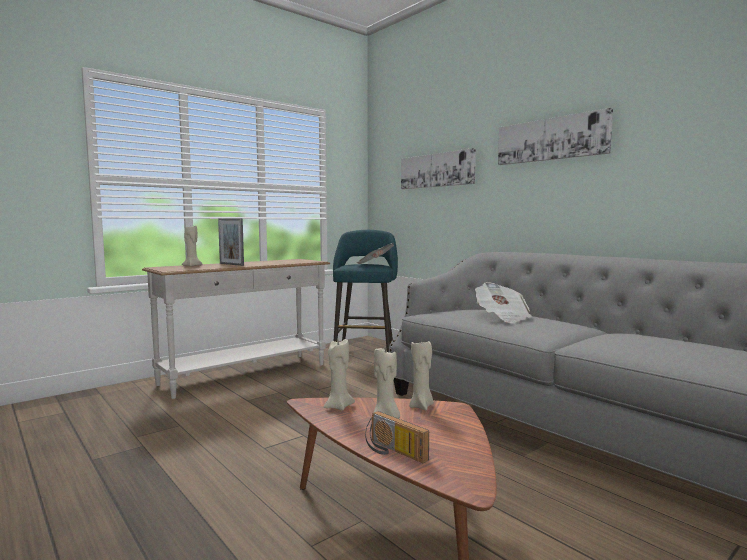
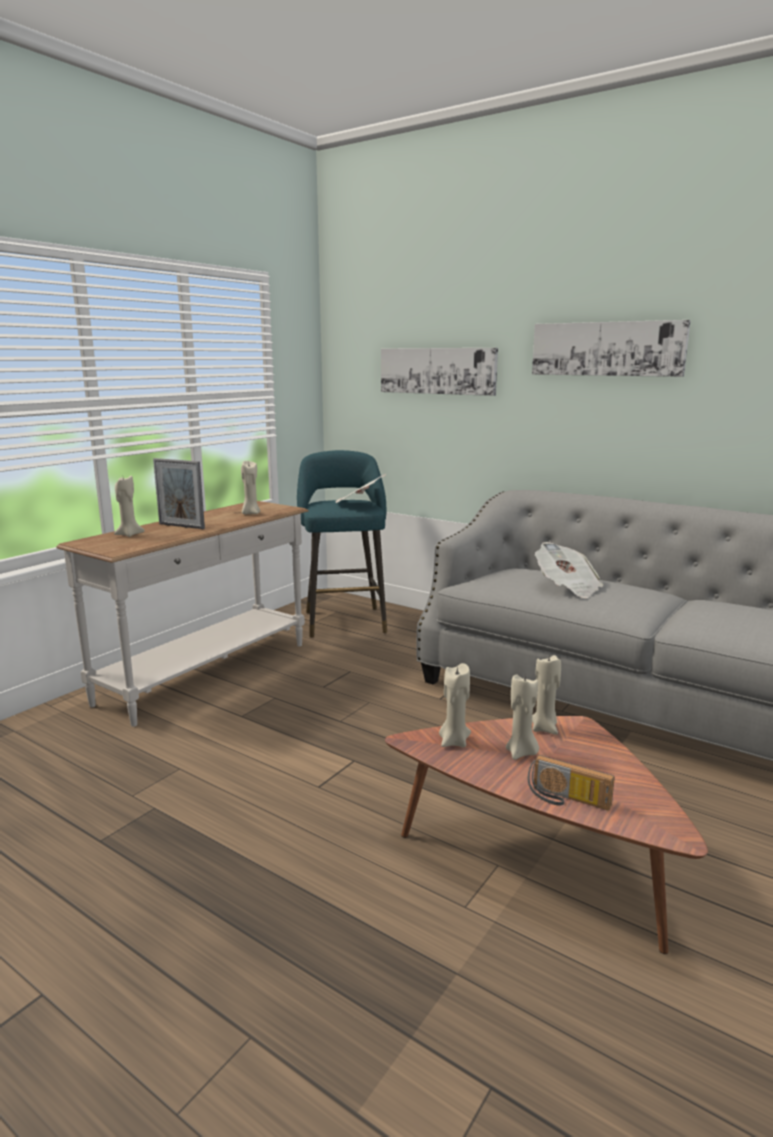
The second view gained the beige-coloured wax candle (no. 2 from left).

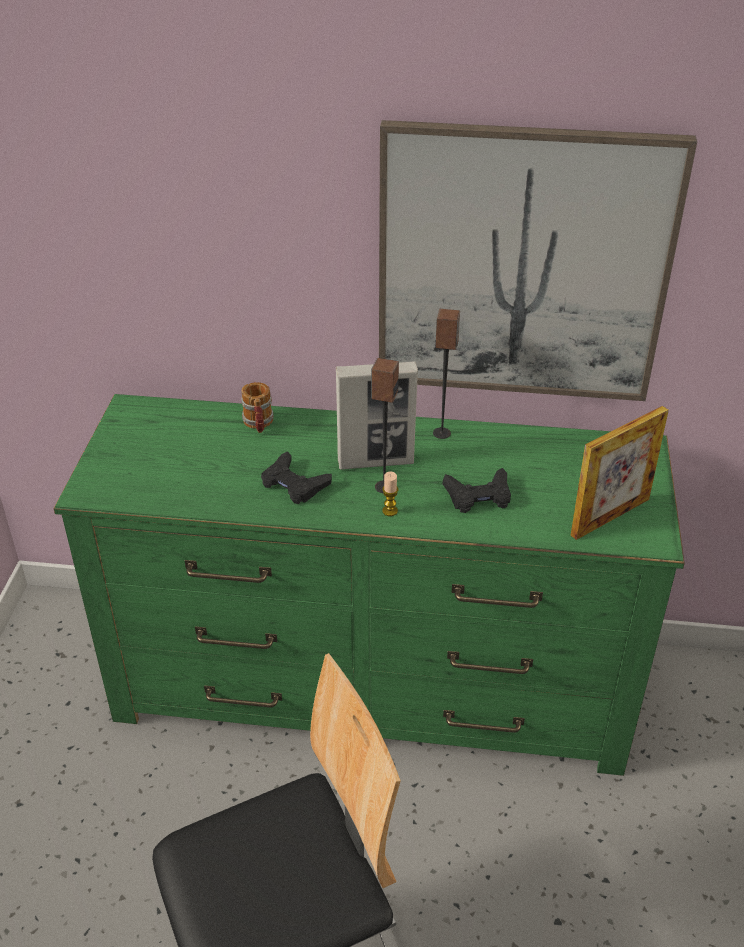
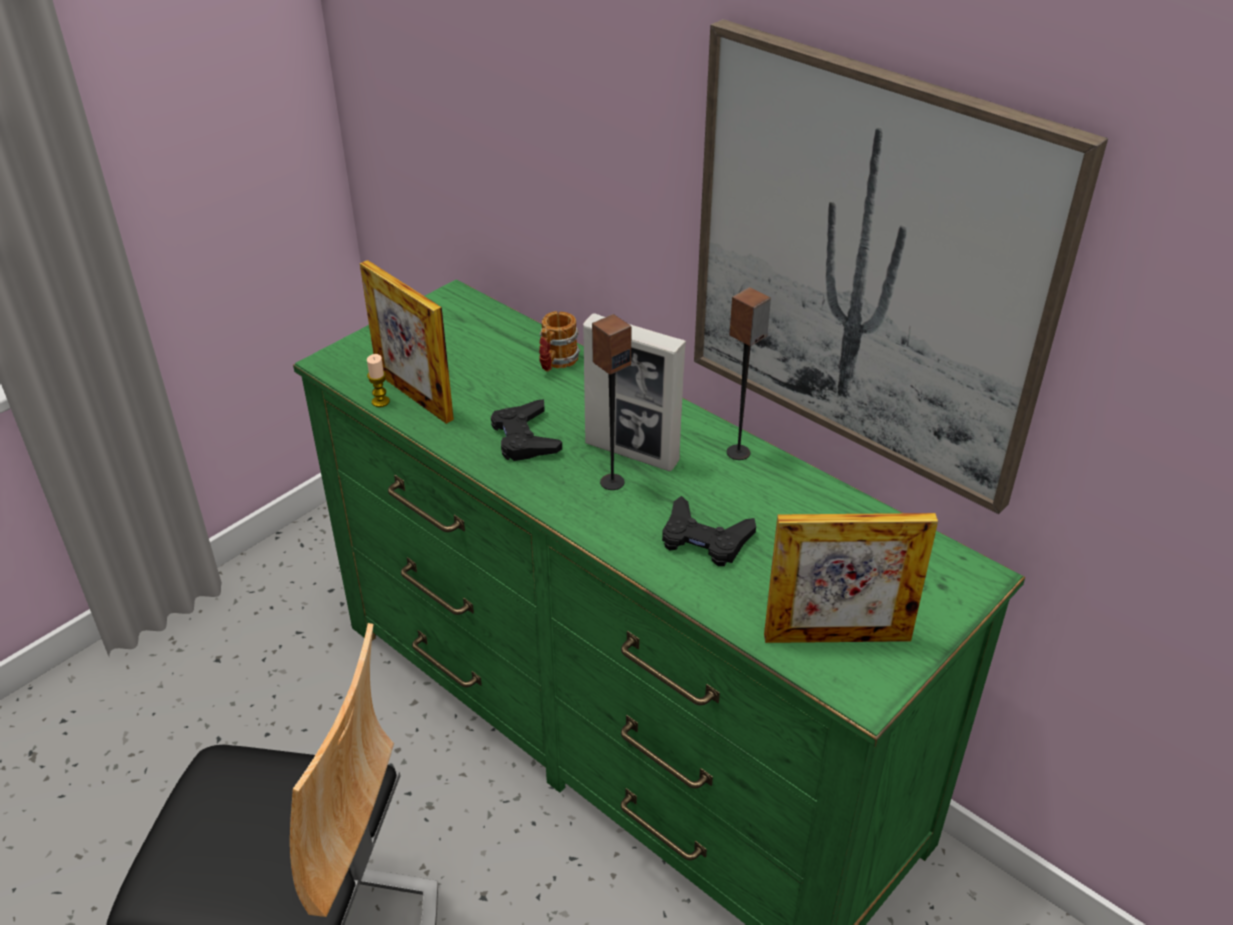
The second view gained the photo frame (no. 1 from left).
The wax candle ended up elsewhere.

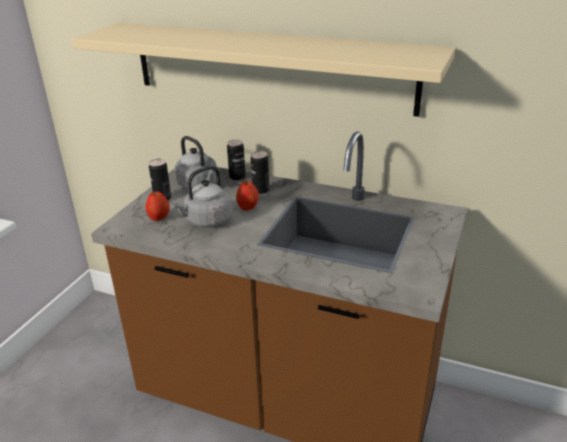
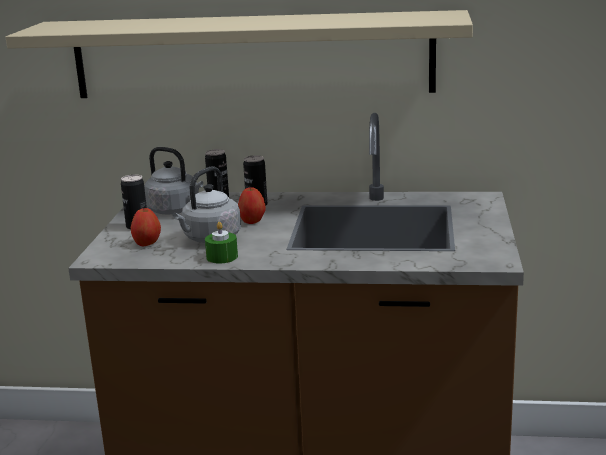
The second view gained the green-coloured wax candle.

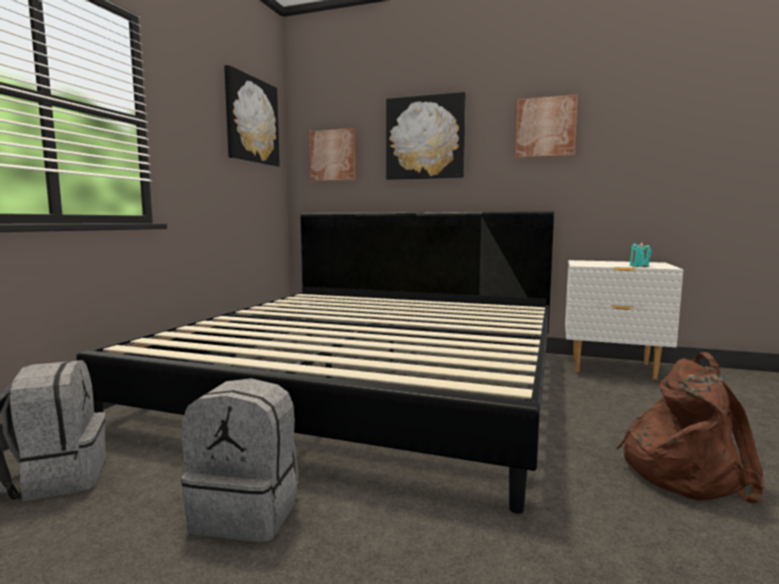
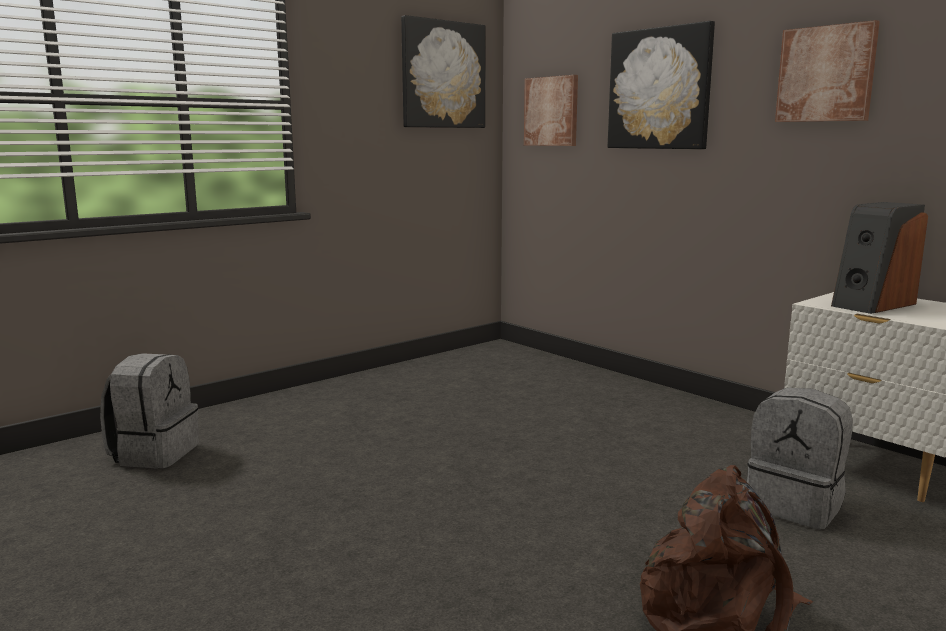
The second view lost the bed.
The second view lost the turquoise-coloured wax candle.
The second view gained the speaker.
The gray backpack (no. 2 from left) ended up elsewhere.

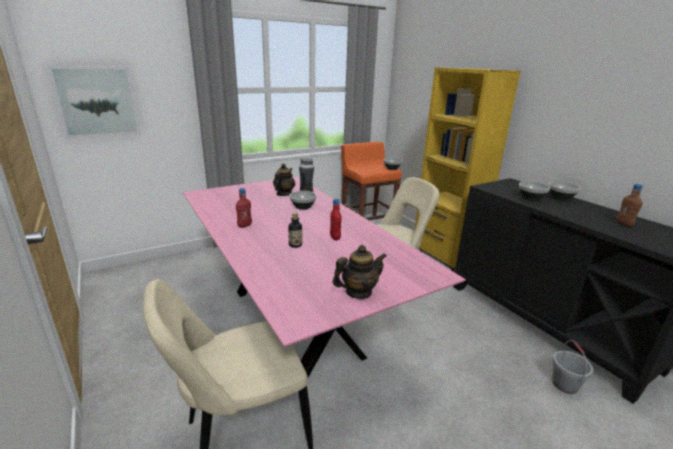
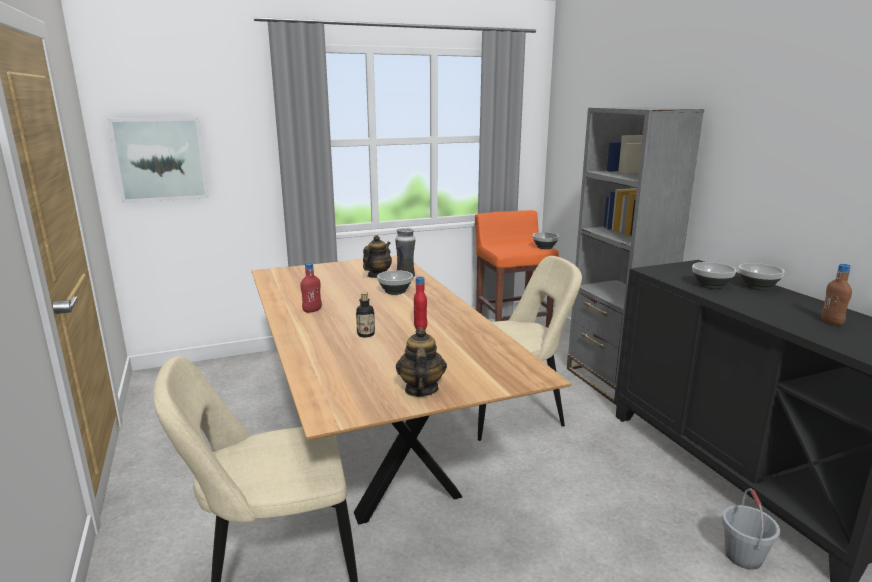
What was the pinkish dining table turned into the brownish dining table.
What was the yellow bookcase turned into the gray bookcase.
The teapot (no. 2 from left) ended up facing another way, 75 degrees counterclockwise from before.

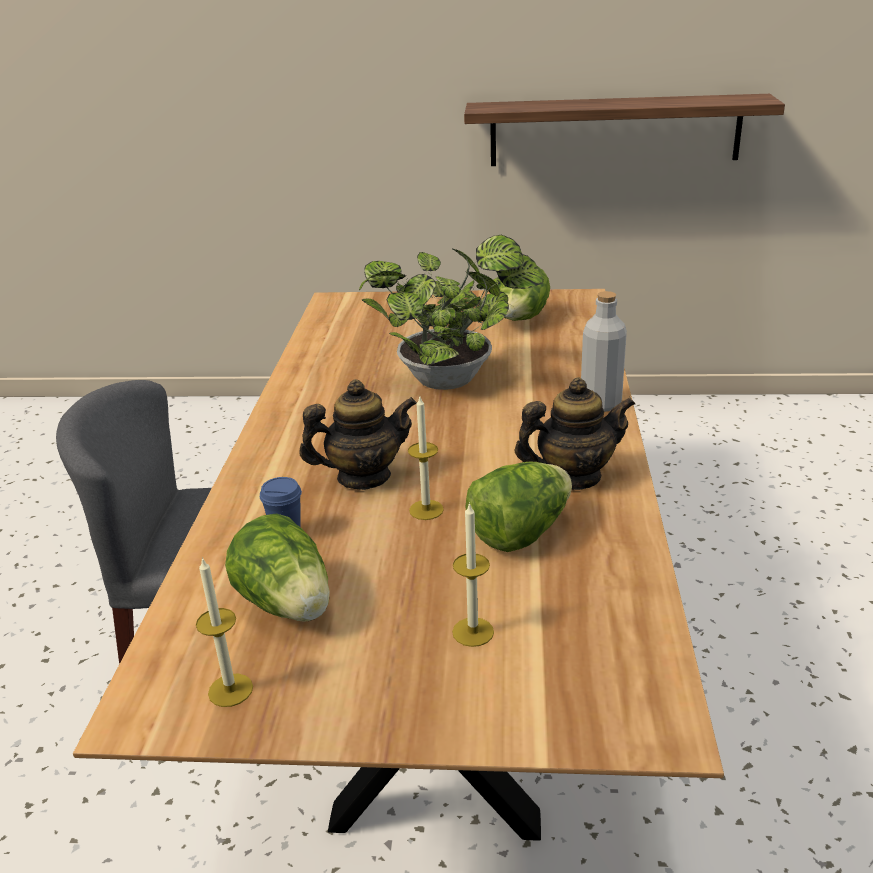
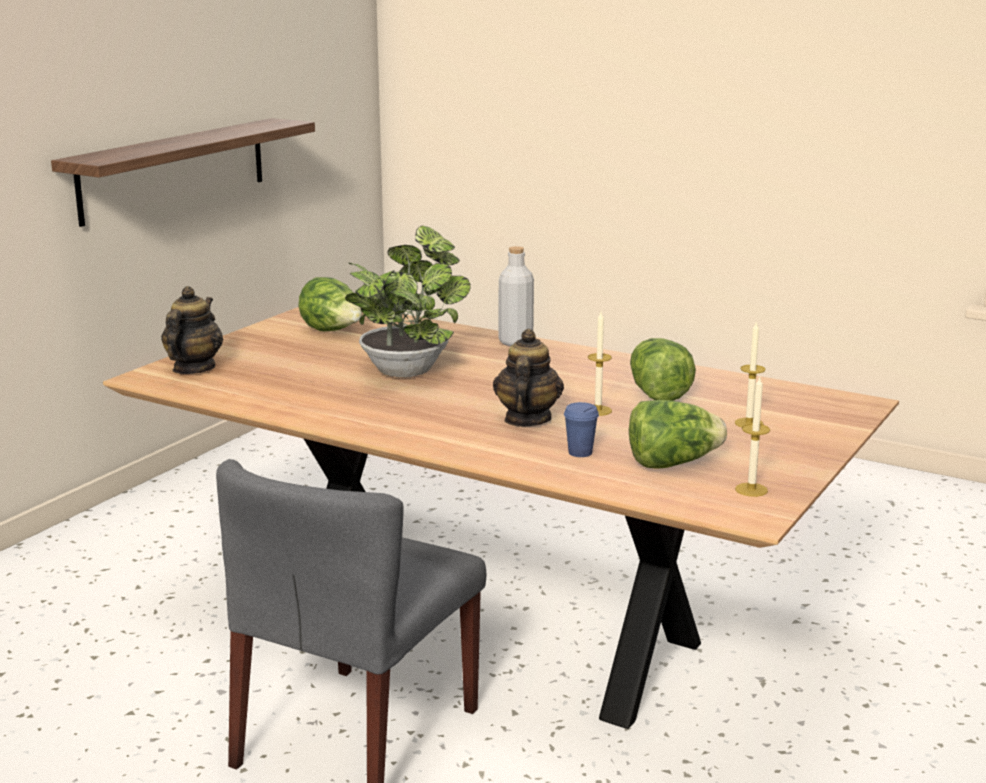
The teapot (no. 2 from left in the first image) ended up elsewhere.

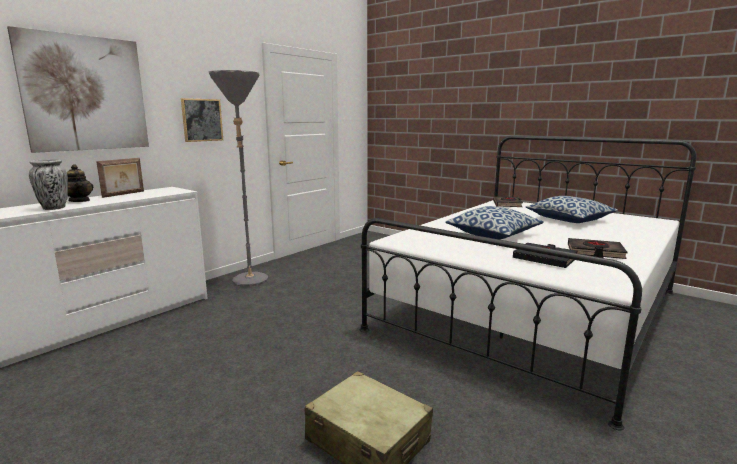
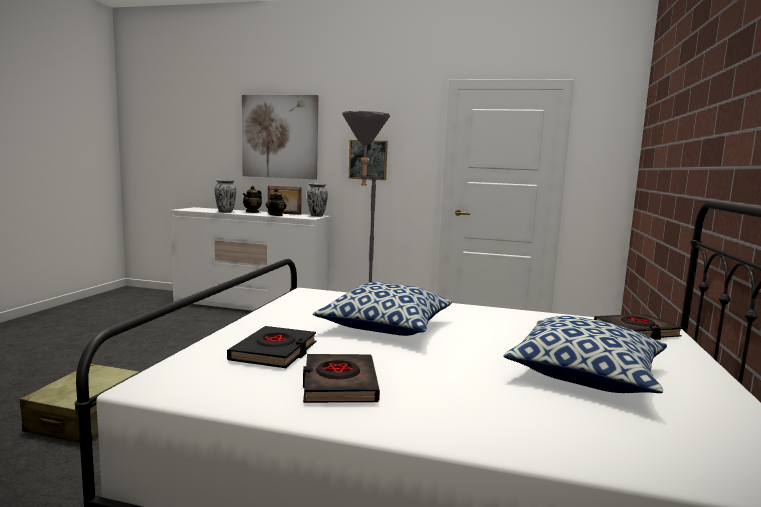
The second view gained the teapot (no. 2 from left).
The second view gained the flower vase (no. 2 from left).

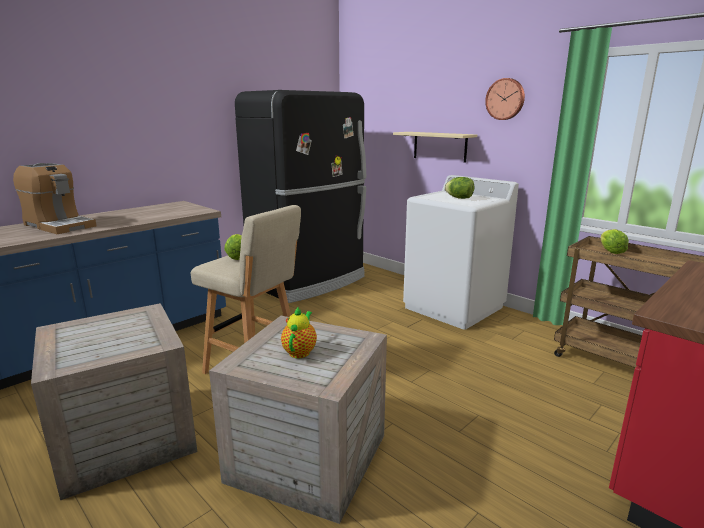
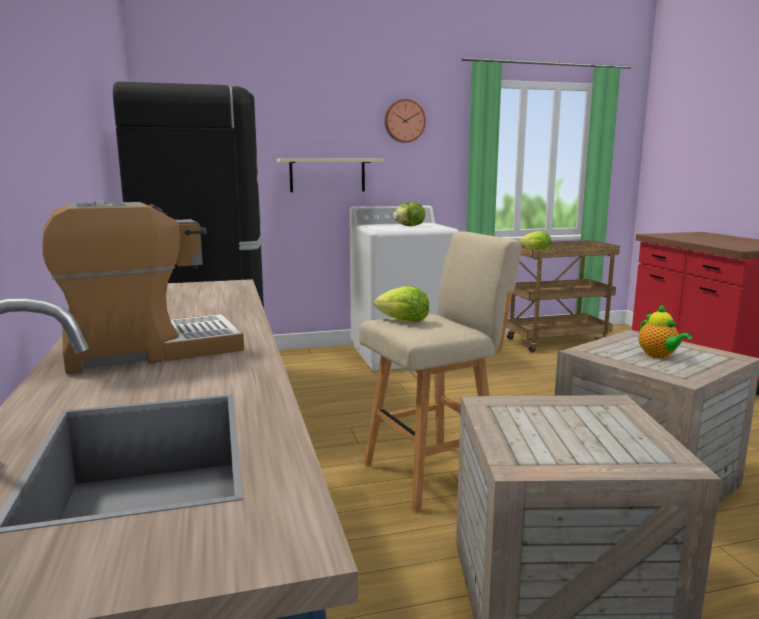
The teapot ended up facing another way, 150 degrees counterclockwise from before.

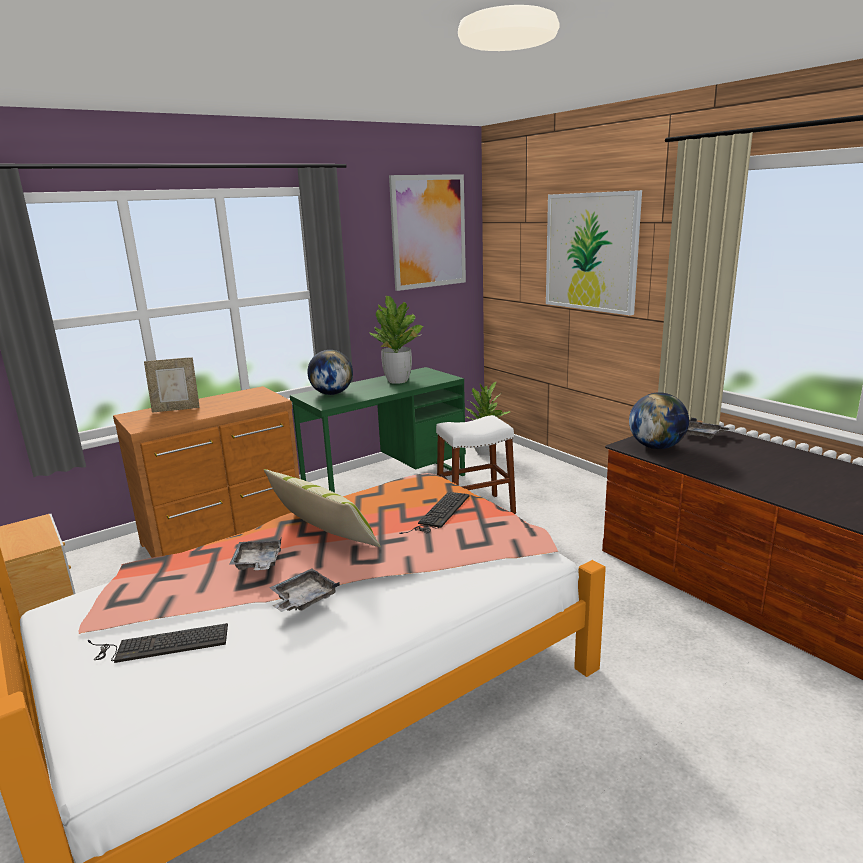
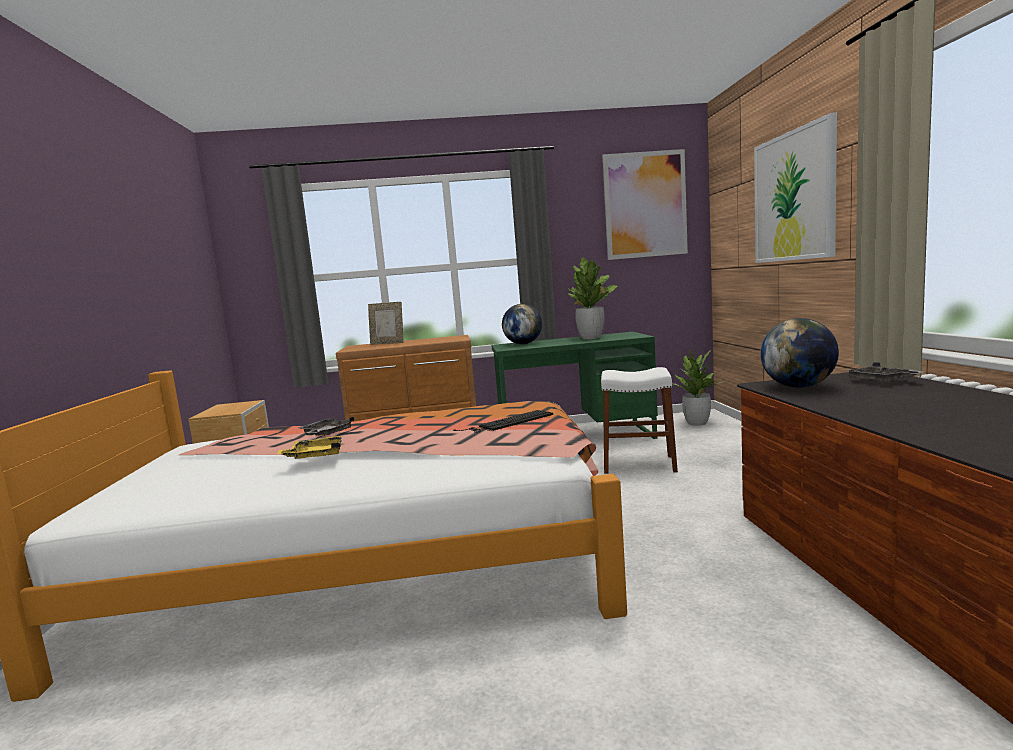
The second view lost the PC keyboard (no. 1 from left).
The second view lost the pillow.
What was the gray tray (no. 2 from left) turned into the yellow tray.

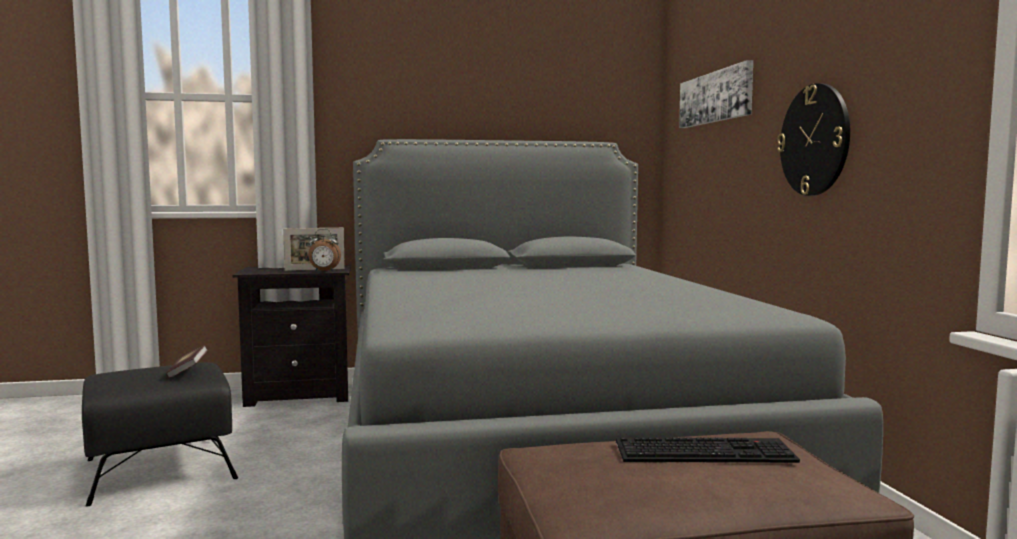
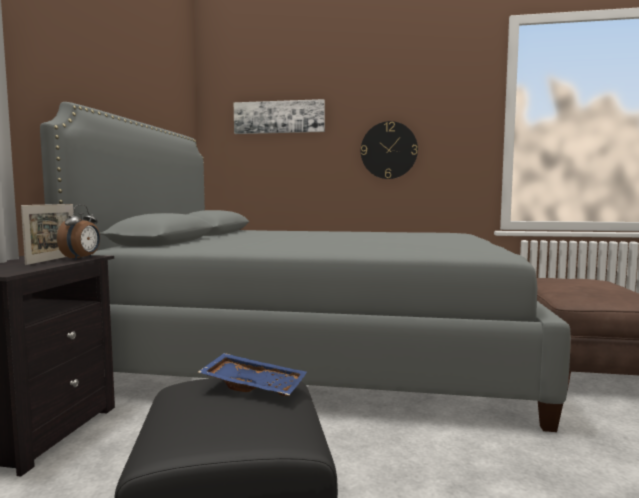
The second view lost the PC keyboard.
Where the volume stood, the blue-coloured tray came to stand.

